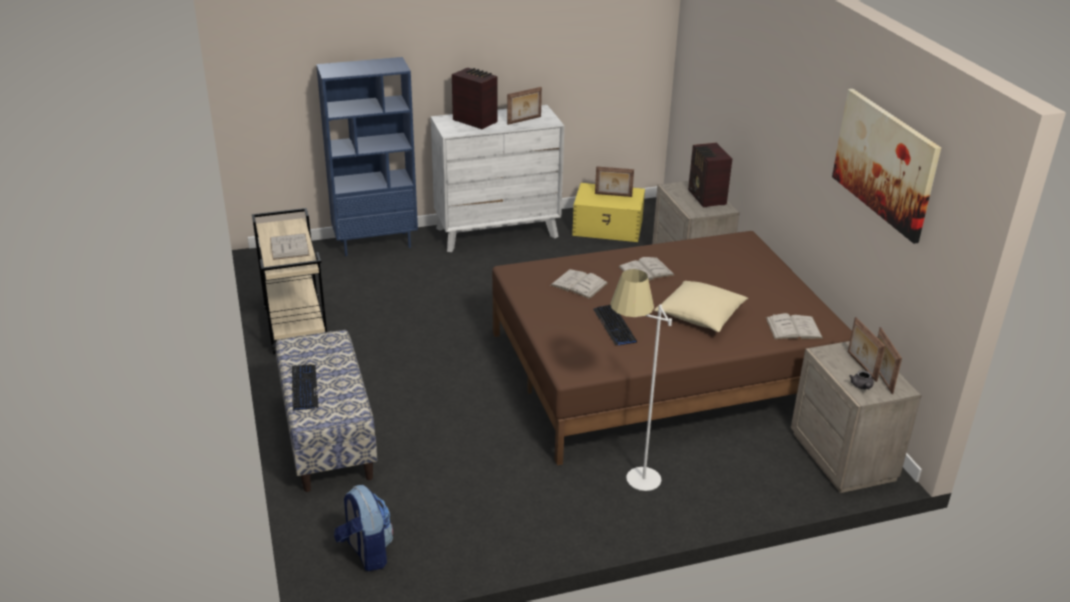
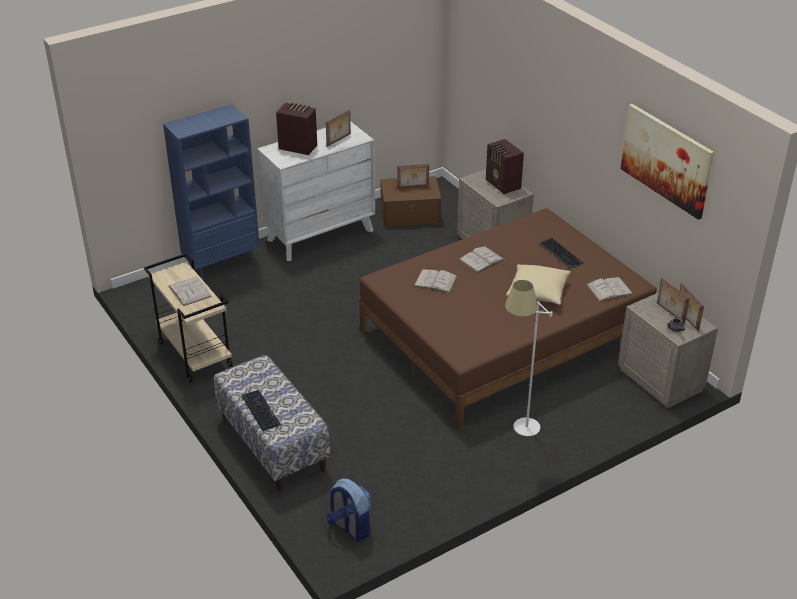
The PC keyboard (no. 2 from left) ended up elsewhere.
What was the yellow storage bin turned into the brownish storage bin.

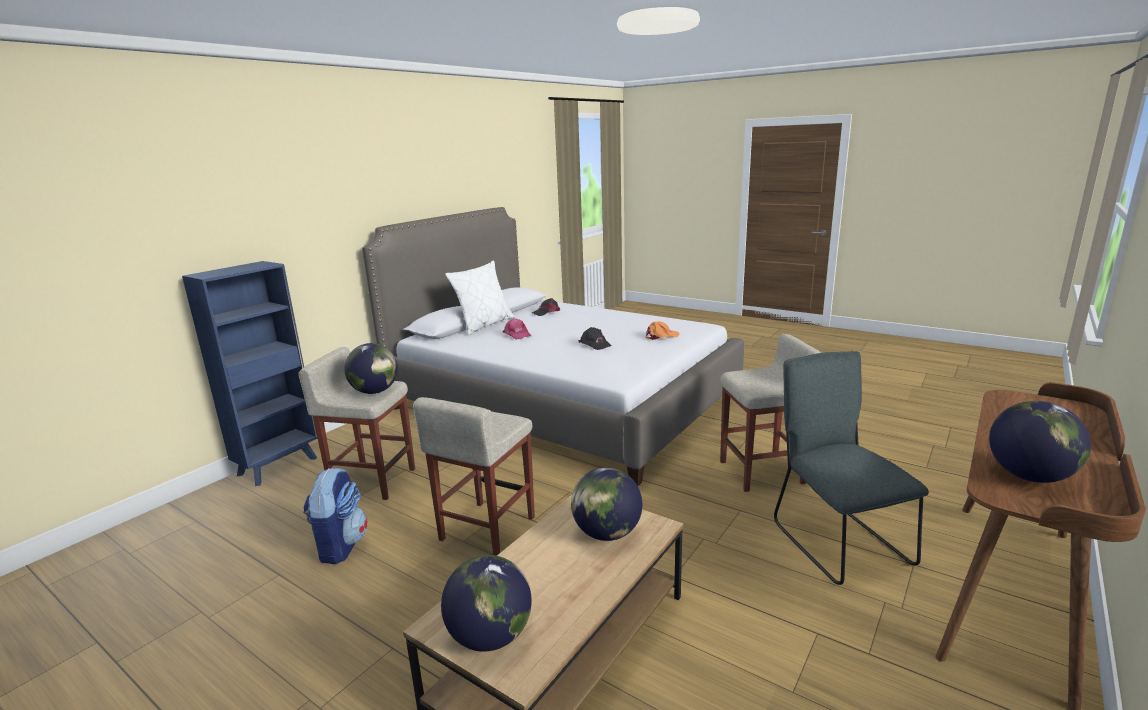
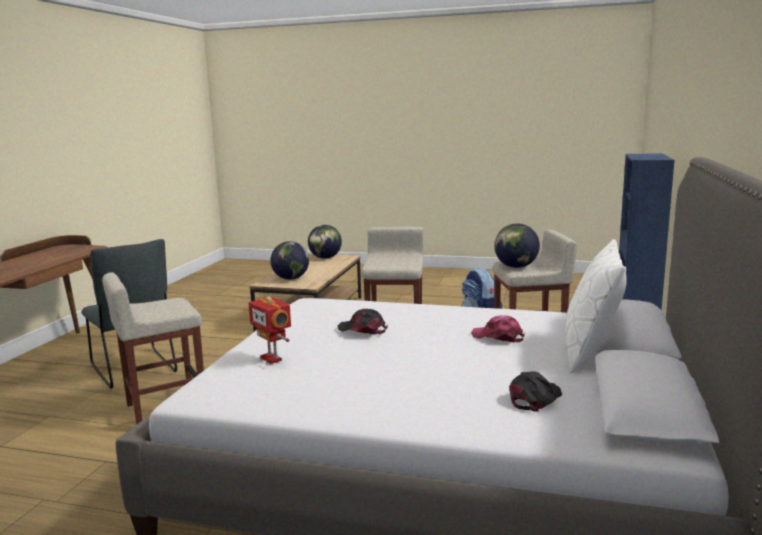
The second view lost the desk globe (no. 4 from left).
Where the orangey peaked cap stood, the toy robot came to stand.

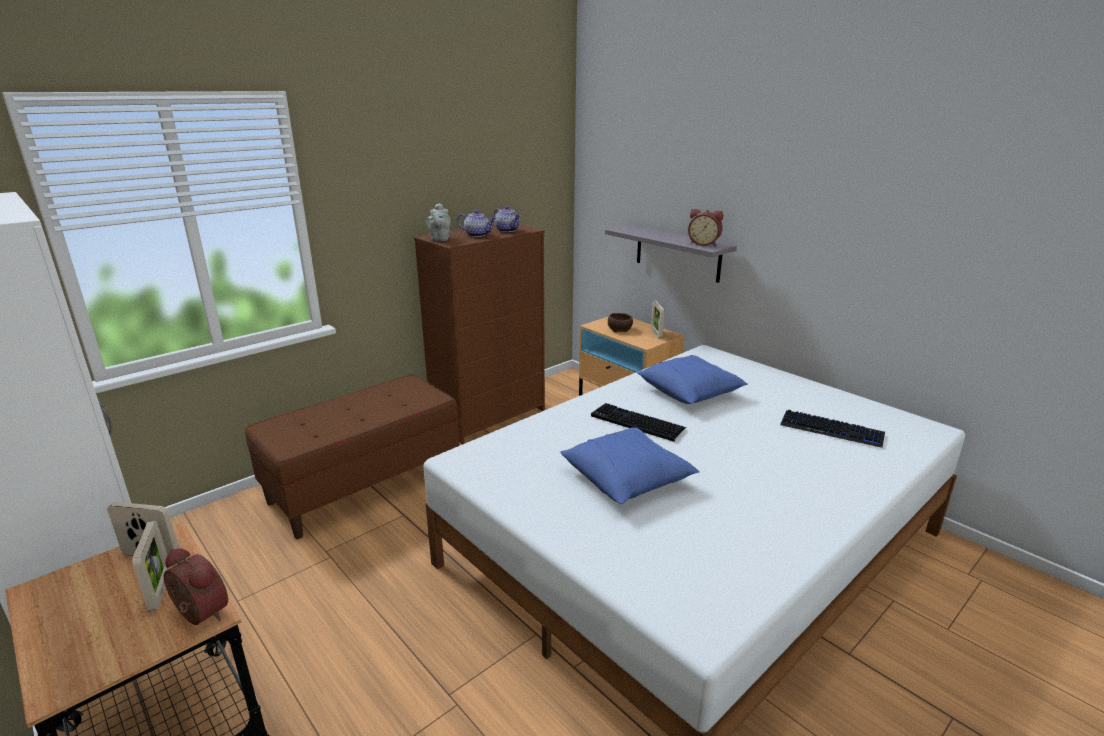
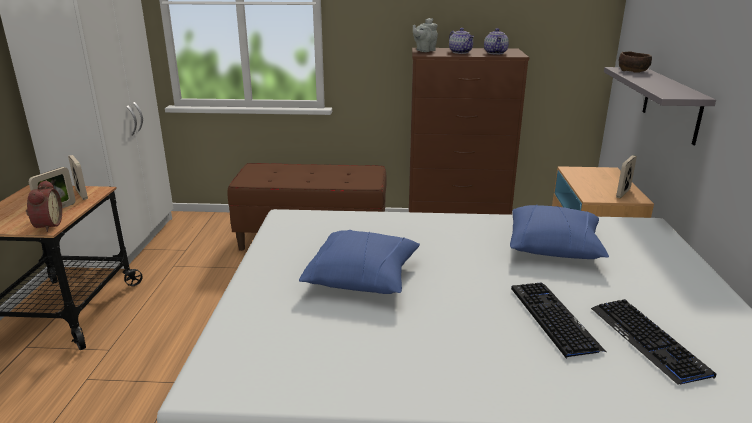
The second view lost the alarm clock (no. 2 from left).
The PC keyboard (no. 1 from left) ended up elsewhere.
The brownish serving bowl ended up elsewhere.

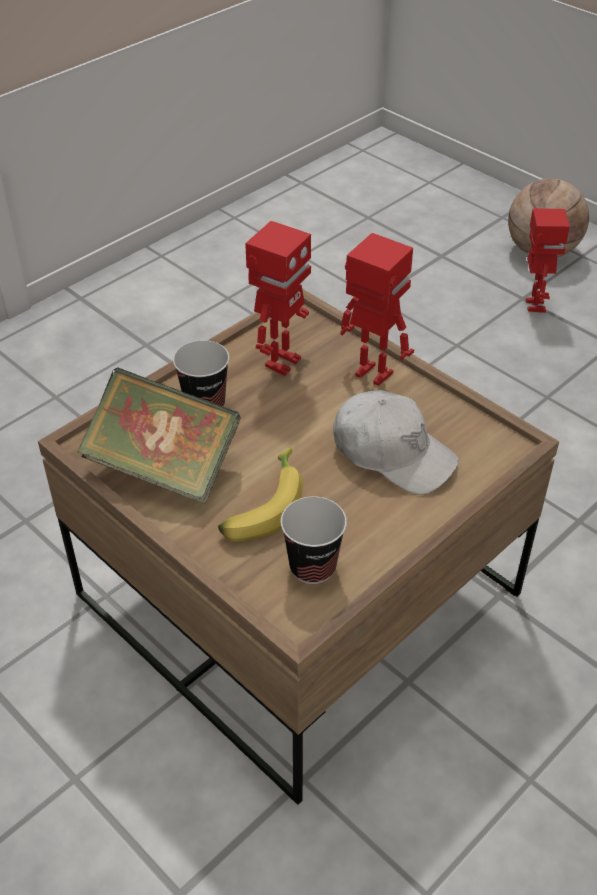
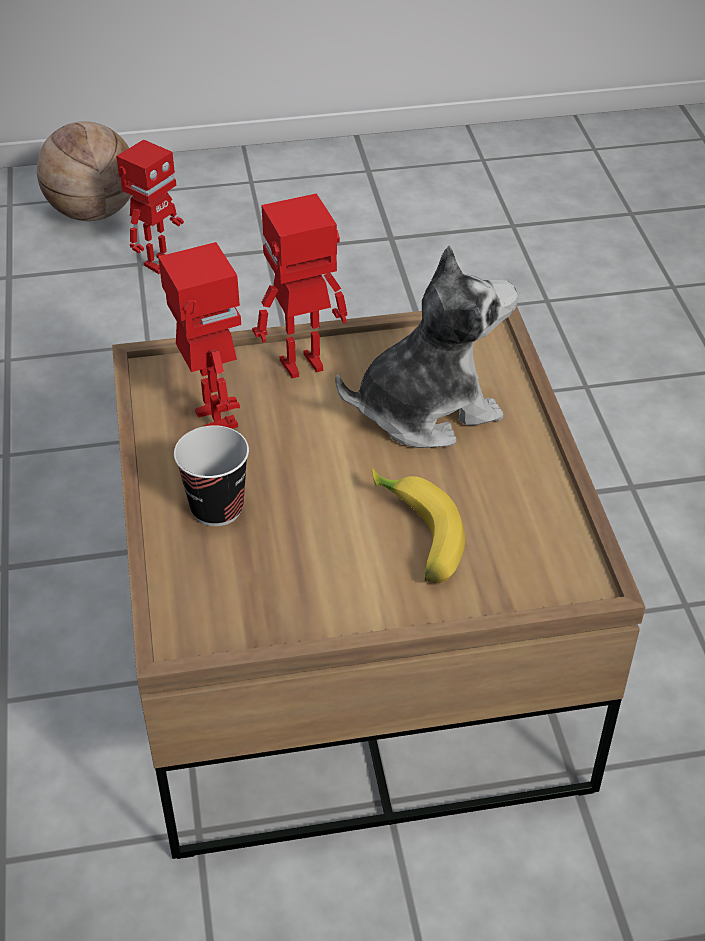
The second view lost the volume.
The second view lost the small cup (no. 2 from left).
Where the white peaked cap stood, the plush toy came to stand.
The toy robot (no. 3 from left in the first image) ended up facing another way, 90 degrees clockwise from before.

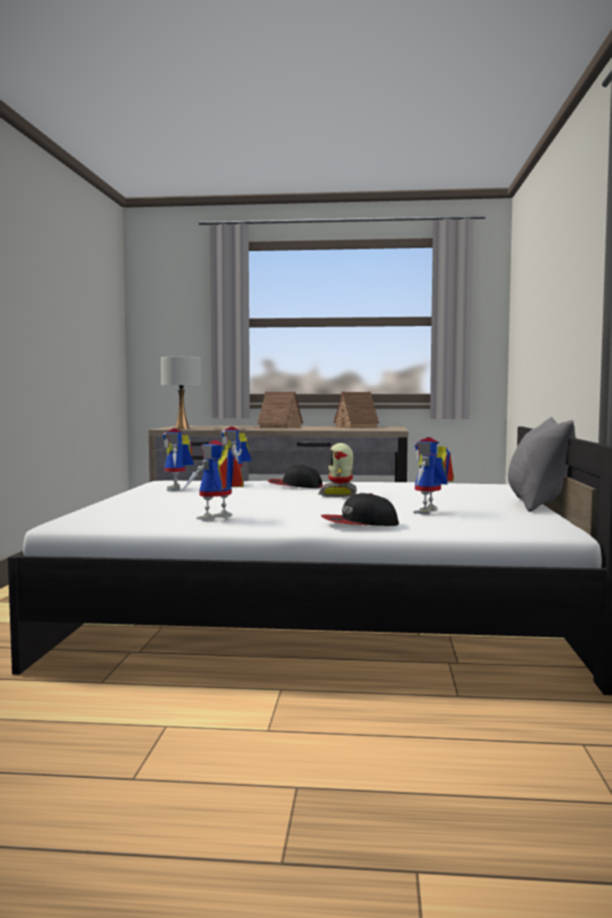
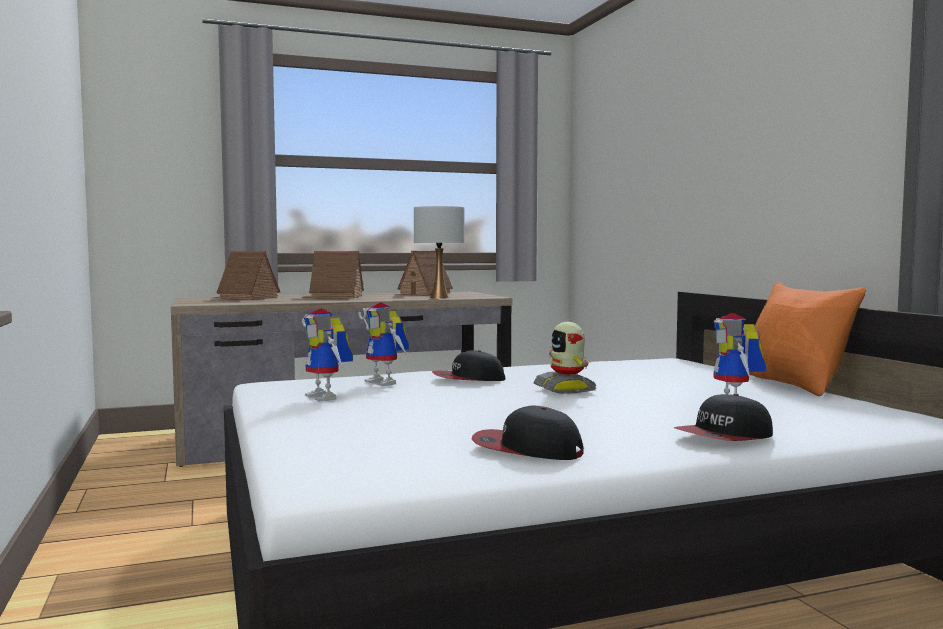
The second view gained the toy house (no. 1 from left).
The white table lamp ended up elsewhere.
Where the toy robot (no. 2 from left) stood, the peaked cap (no. 2 from left) came to stand.
What was the gray pillow turned into the orangey pillow.

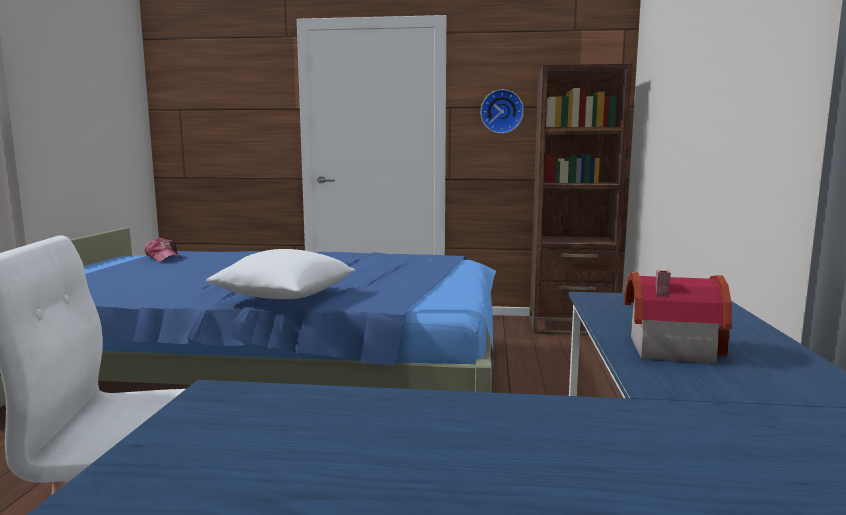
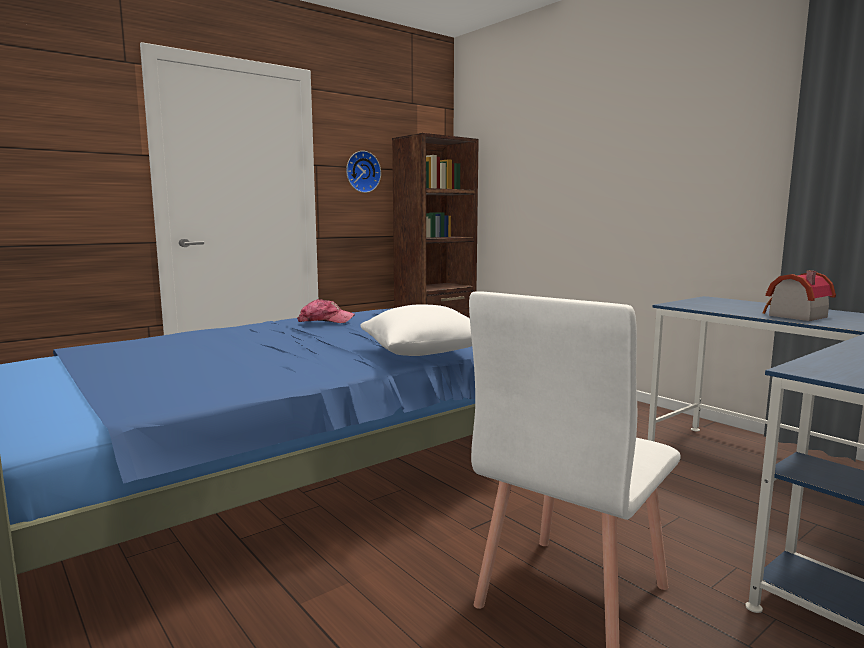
The peaked cap ended up elsewhere.

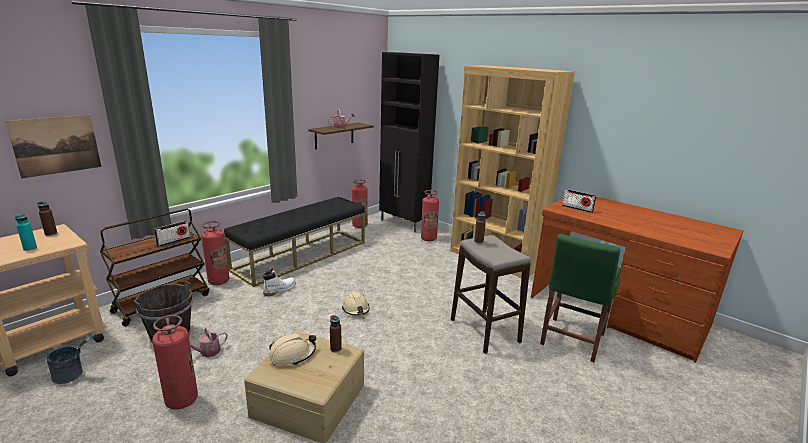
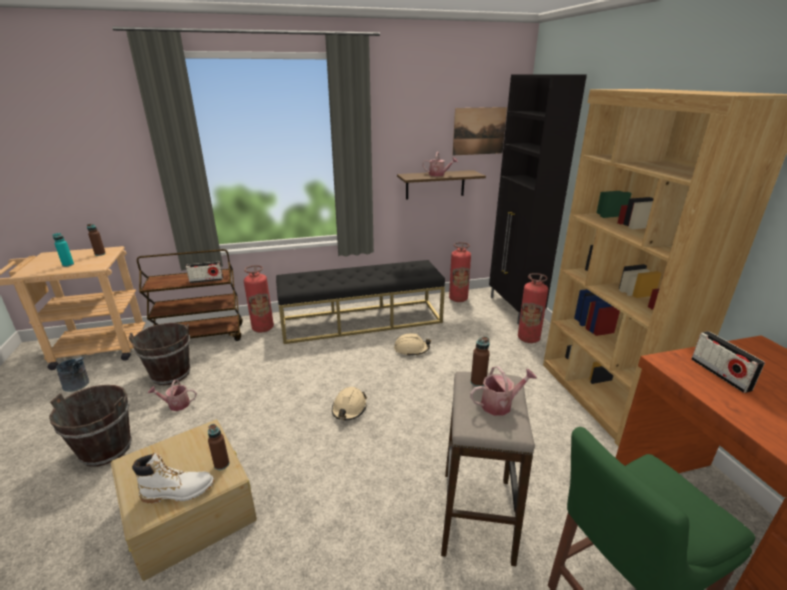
The second view gained the watering pot (no. 3 from left).
The wall art ended up elsewhere.
The white boot ended up elsewhere.
The beige-coloured safety helmet (no. 1 from left in the first image) ended up elsewhere.
Where the fire-fighting cylinder (no. 1 from left) stood, the brownish water bucket (no. 1 from left) came to stand.

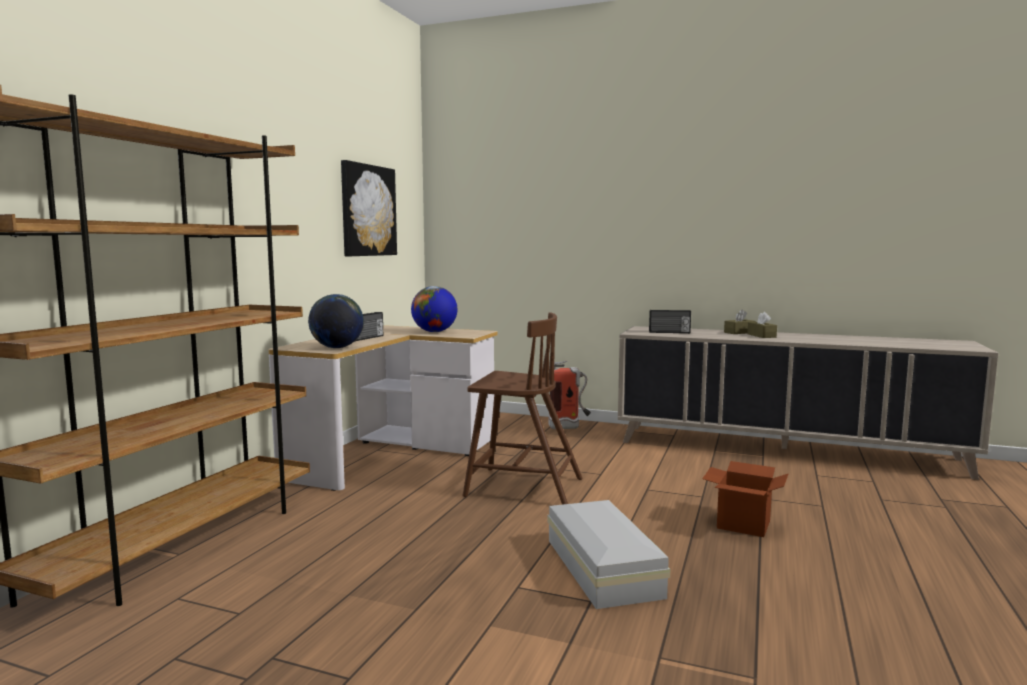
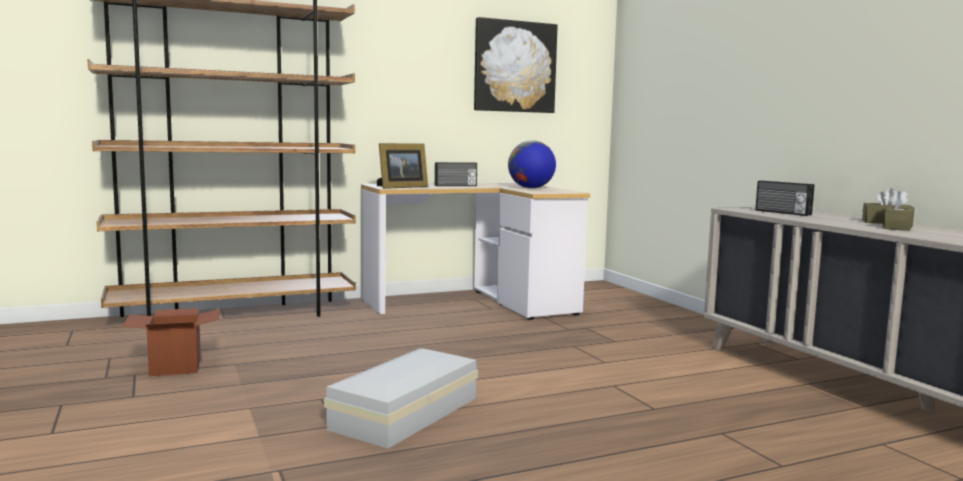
The second view lost the brownish upright chair.
The second view lost the fire-fighting cylinder.
The cardboard box ended up elsewhere.
Where the desk globe (no. 1 from left) stood, the photo frame came to stand.

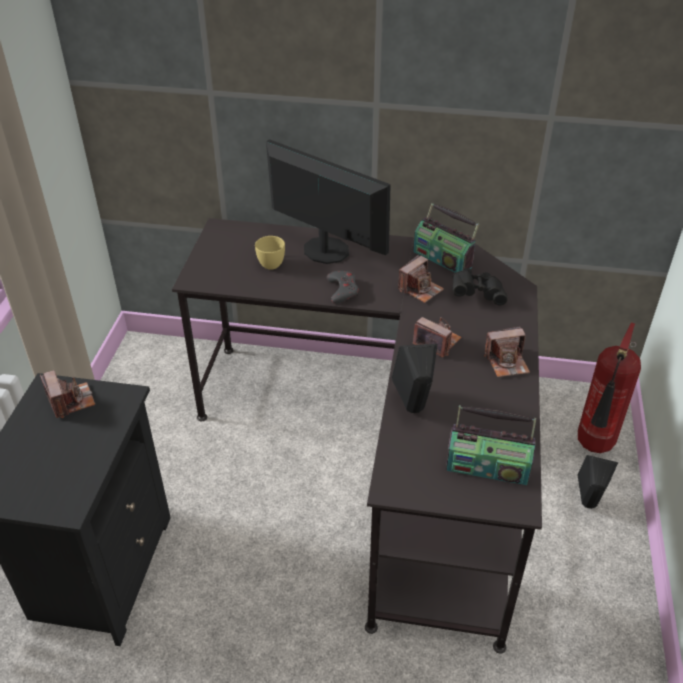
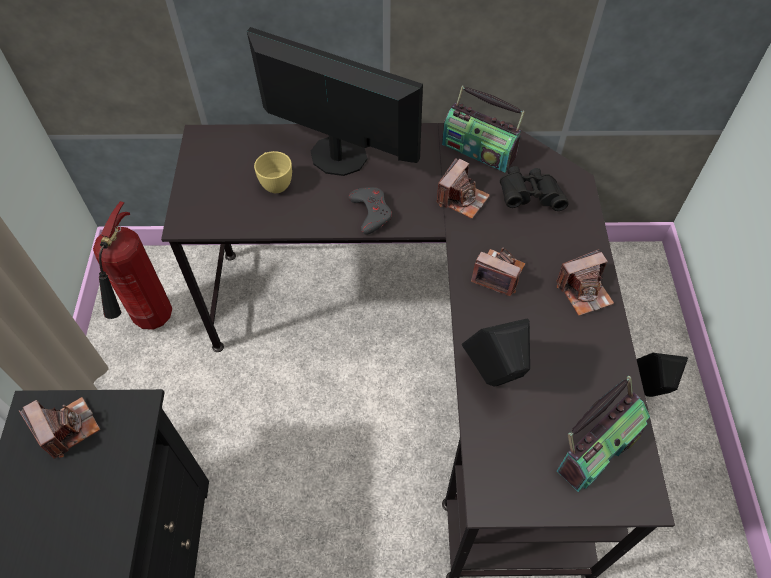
The fire-fighting cylinder ended up elsewhere.
The radio set (no. 2 from left) ended up facing another way, 45 degrees counterclockwise from before.

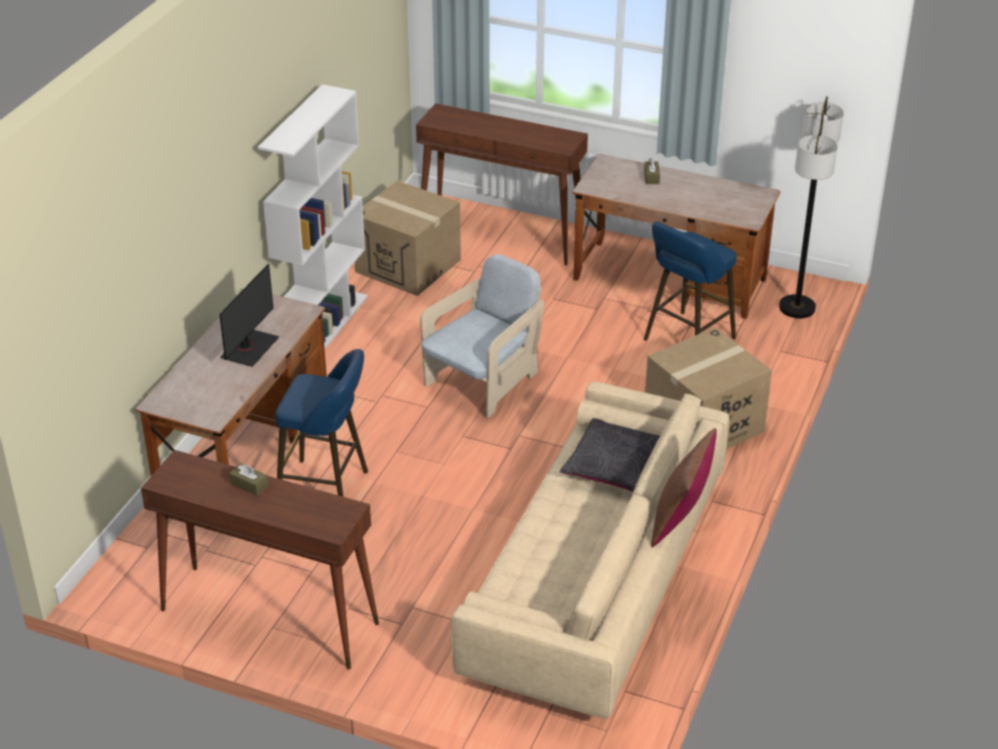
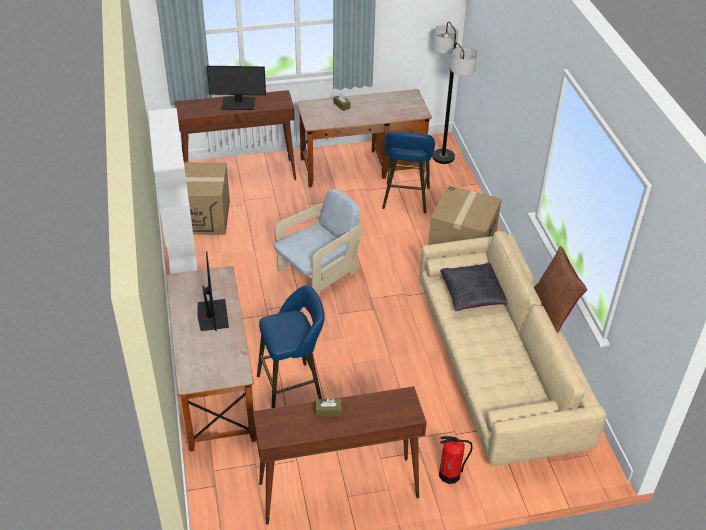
The second view gained the computer screen (no. 2 from left).
The second view gained the fire-fighting cylinder.
The beige-coloured easy chair ended up facing another way, 45 degrees clockwise from before.

